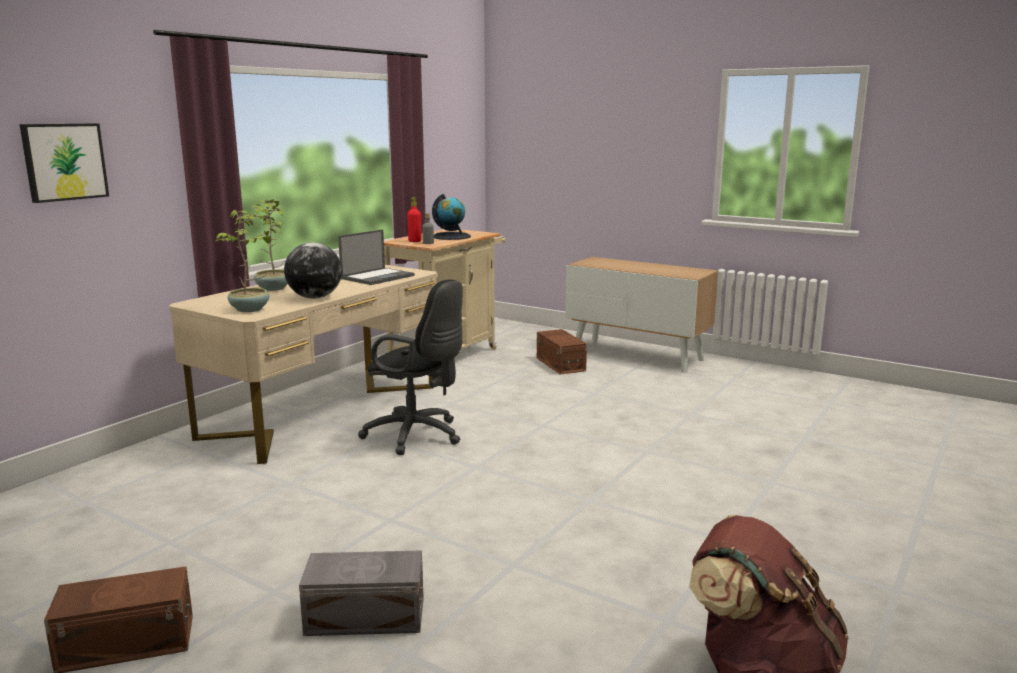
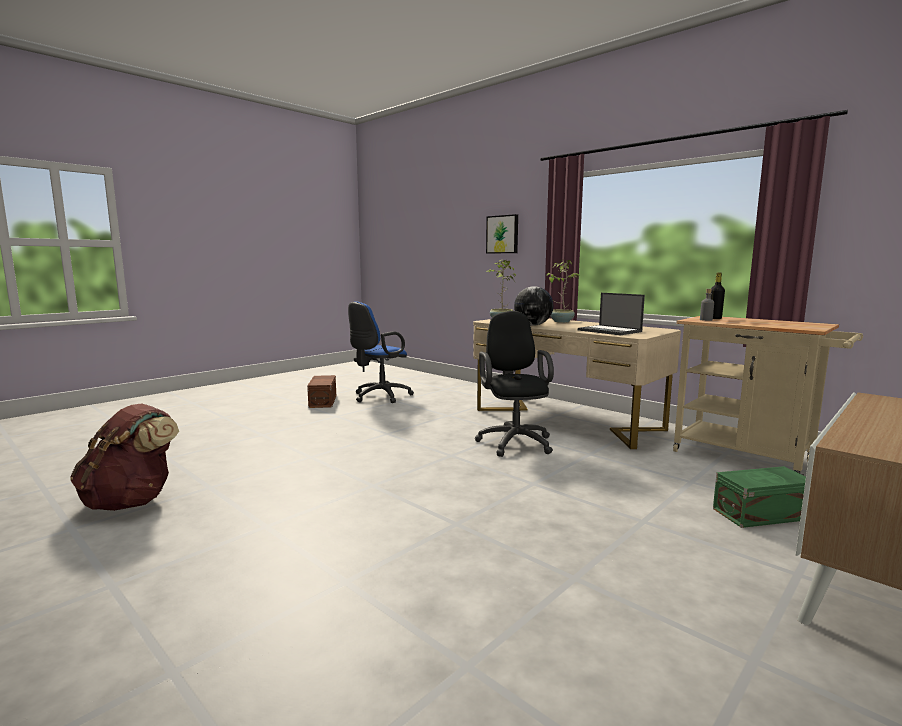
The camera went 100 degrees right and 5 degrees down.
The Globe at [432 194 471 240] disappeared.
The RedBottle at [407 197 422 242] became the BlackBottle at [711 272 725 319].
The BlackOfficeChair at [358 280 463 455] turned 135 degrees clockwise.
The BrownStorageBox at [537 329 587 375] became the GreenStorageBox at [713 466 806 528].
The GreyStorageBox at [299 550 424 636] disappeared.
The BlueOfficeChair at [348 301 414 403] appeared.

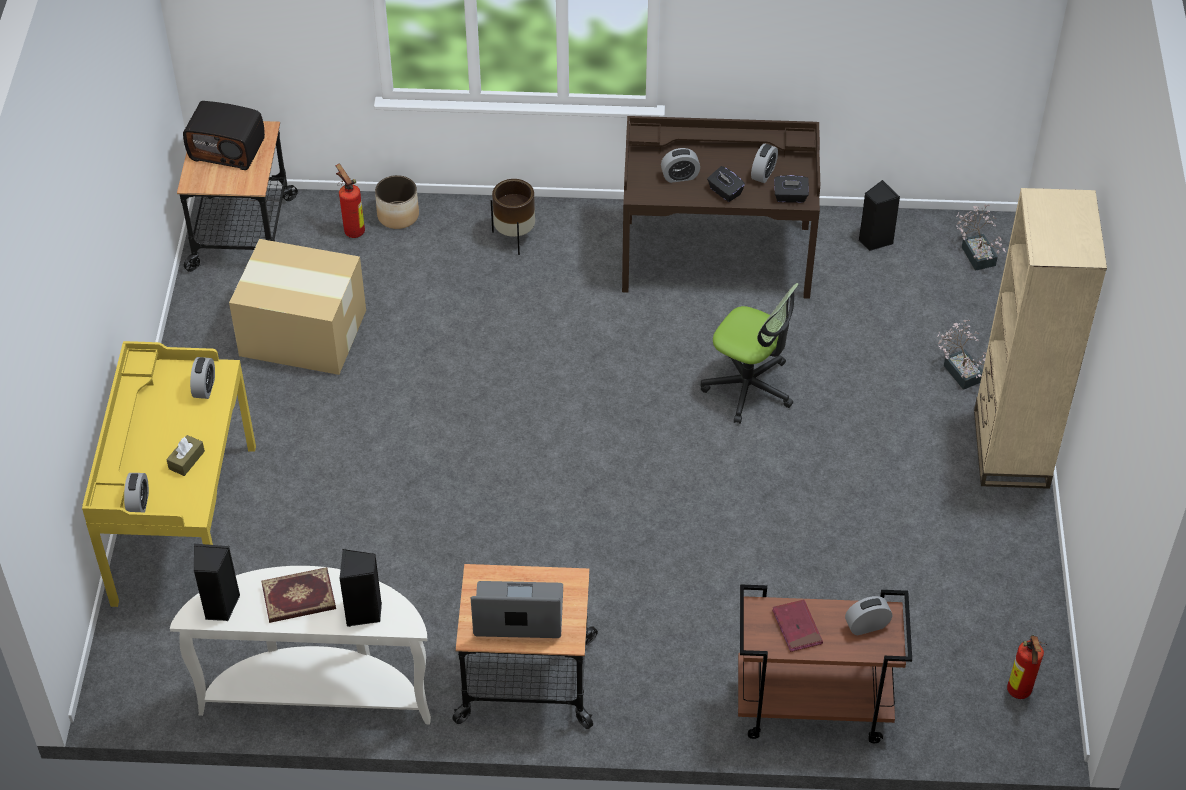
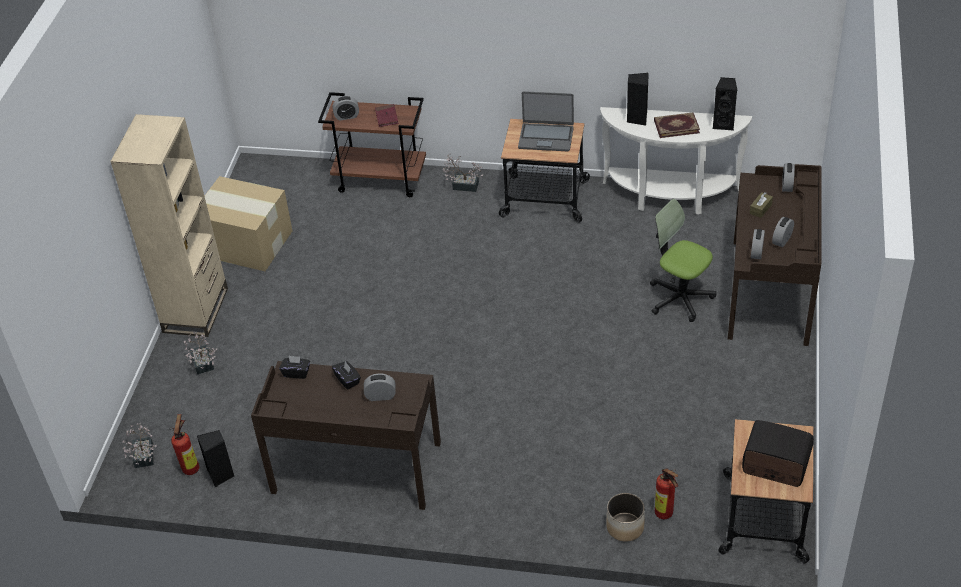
The camera went 170 degrees left and 5 degrees down.
The AlarmClock moved from [751 144 778 183] to [772 217 794 247].
The BrownPlanter at [491 179 535 255] disappeared.
The CardboardBox moved from [229 239 366 375] to [205 176 292 271].
The OfficeChair moved from [701 283 799 424] to [650 199 716 322].
The YellowDesk at [82 341 256 607] became the BrownDesk at [728 164 821 346].
The FireExtinguisher moved from [1007 635 1047 699] to [171 414 199 475].
The PottedPlant at [443 153 483 192] appeared.

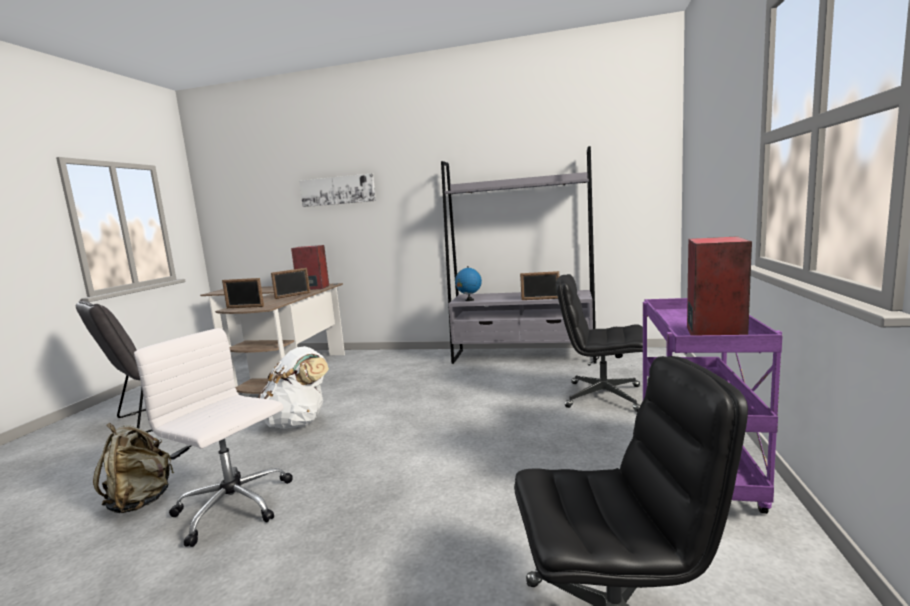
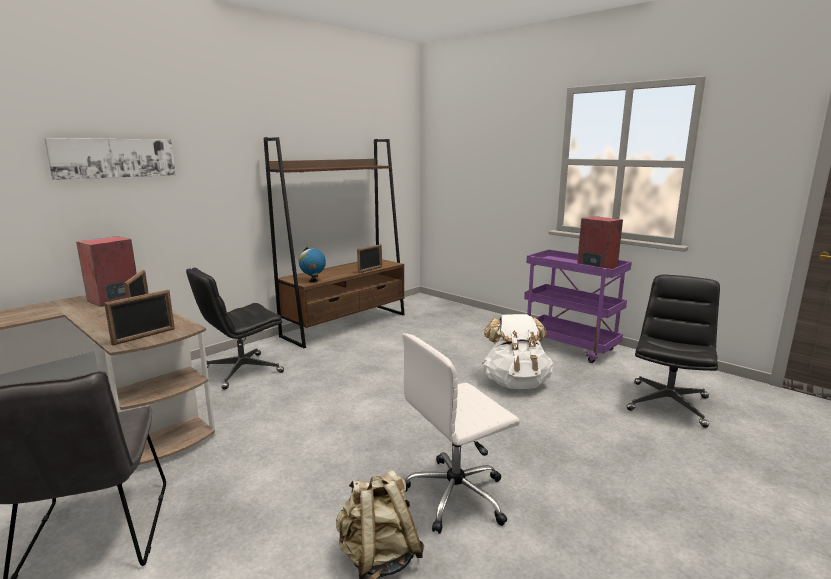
The camera went 60 degrees left and 5 degrees up.
The GreyBookcase at [441 146 597 364] became the BrownBookcase at [264 137 405 348].
The BlackOfficeChair moved from [556 274 643 412] to [186 268 284 390].
The WhiteBackpack moved from [258 346 329 429] to [482 314 553 389].

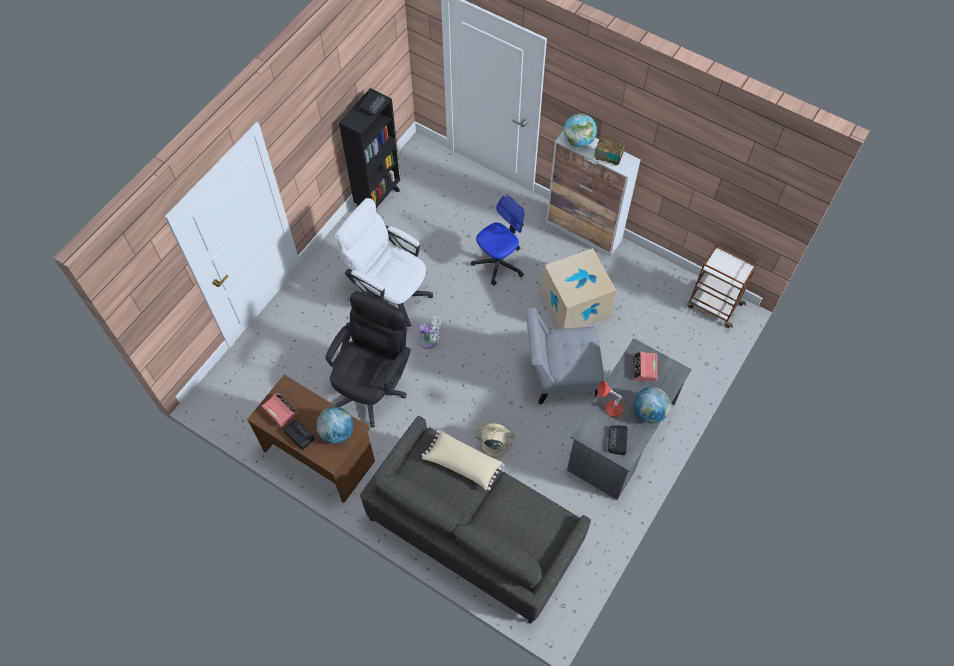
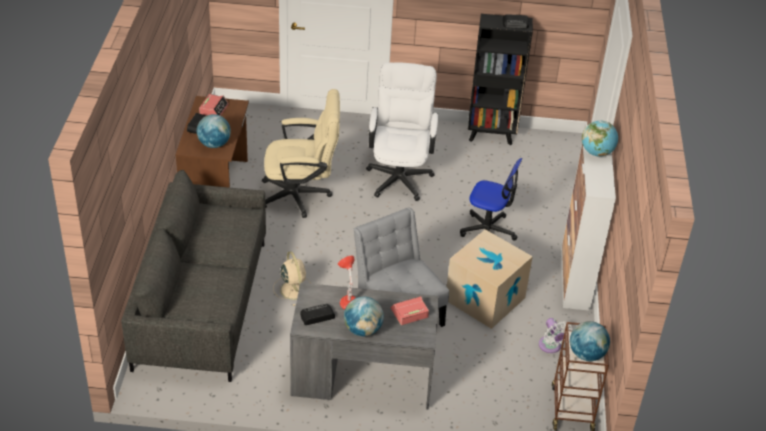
The camera went 60 degrees right and 20 degrees down.
The Radio at [594 136 624 166] disappeared.
The BlackOfficeChair at [326 291 411 428] became the BeigeOfficeChair at [262 89 340 218].
The WhiteFan moved from [418 316 441 349] to [539 318 572 353].
The BeigePillow at [422 430 505 490] disappeared.
The Globe at [570 321 610 361] appeared.

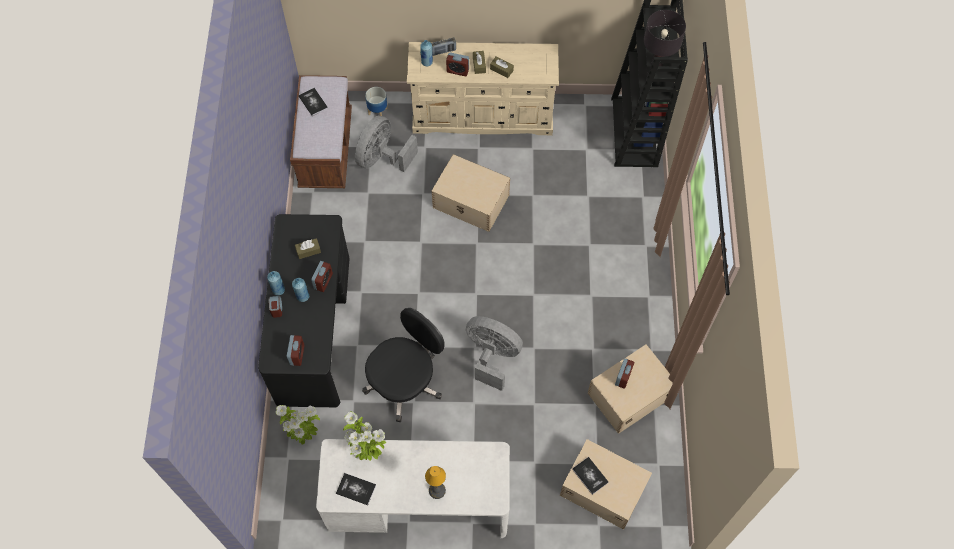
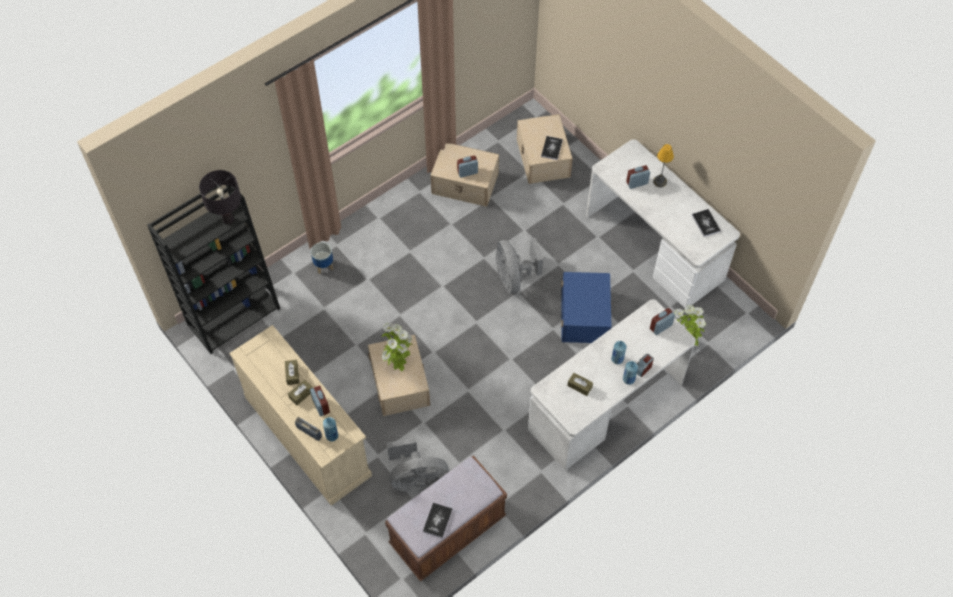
The camera went 130 degrees left and 5 degrees down.
The Planter moved from [365 87 388 116] to [311 242 333 274].
The BlackDesk at [258 214 350 407] became the WhiteDesk at [528 299 696 470].
The AlarmClock moved from [311 261 333 292] to [626 165 650 189].
The BlackOfficeChair at [362 308 444 422] was replaced by the BlueStorageBox at [561 272 612 343].
The PottedPlant moved from [343 411 386 461] to [382 323 413 371].

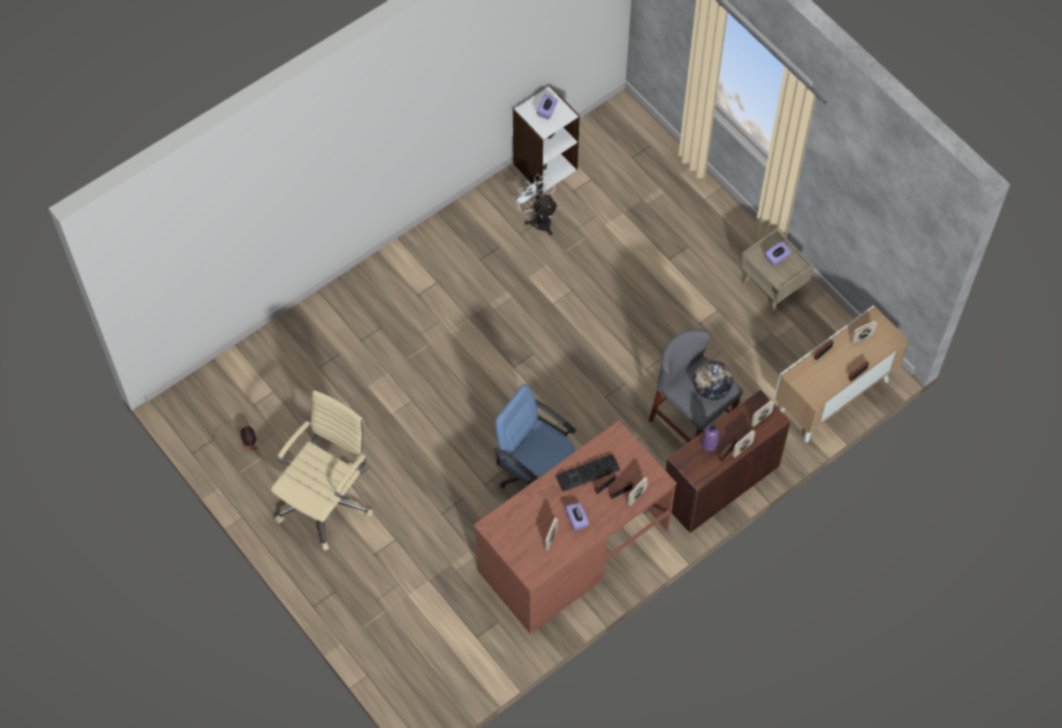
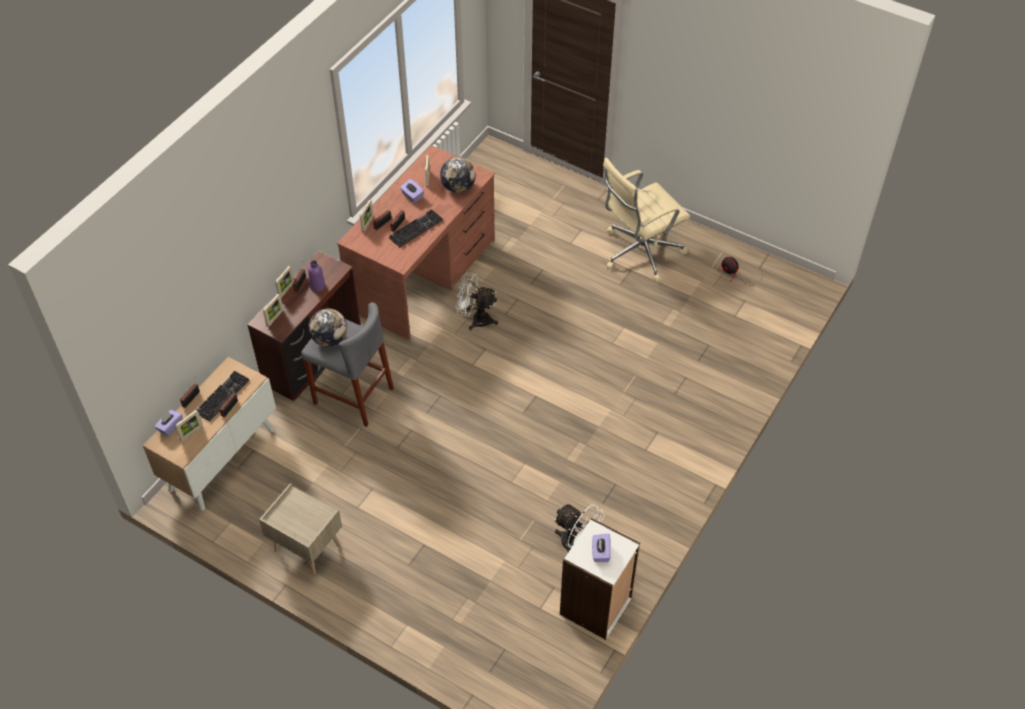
The camera went 160 degrees right and 10 degrees down.
The PurpleTissueBox moved from [765 241 791 266] to [155 410 182 437].
The BlueOfficeChair at [494 384 576 488] was replaced by the WhiteFan at [456 273 498 330].
The BeigeOfficeChair at [271 390 373 551] turned 45 degrees clockwise.
The Globe at [440 157 476 193] appeared.
The Keyboard at [196 371 249 421] appeared.

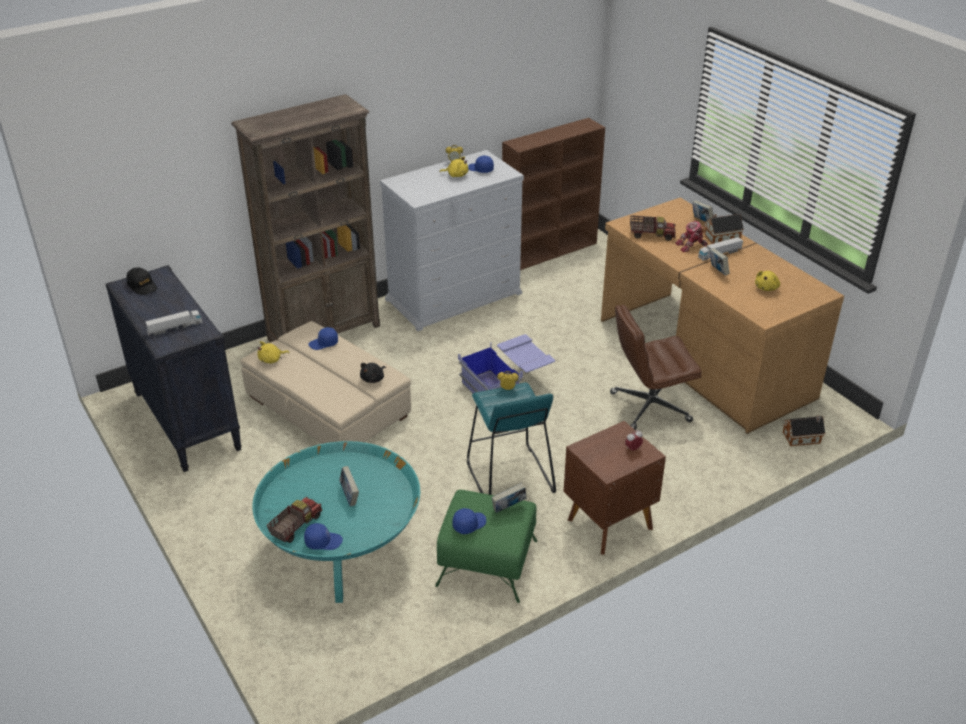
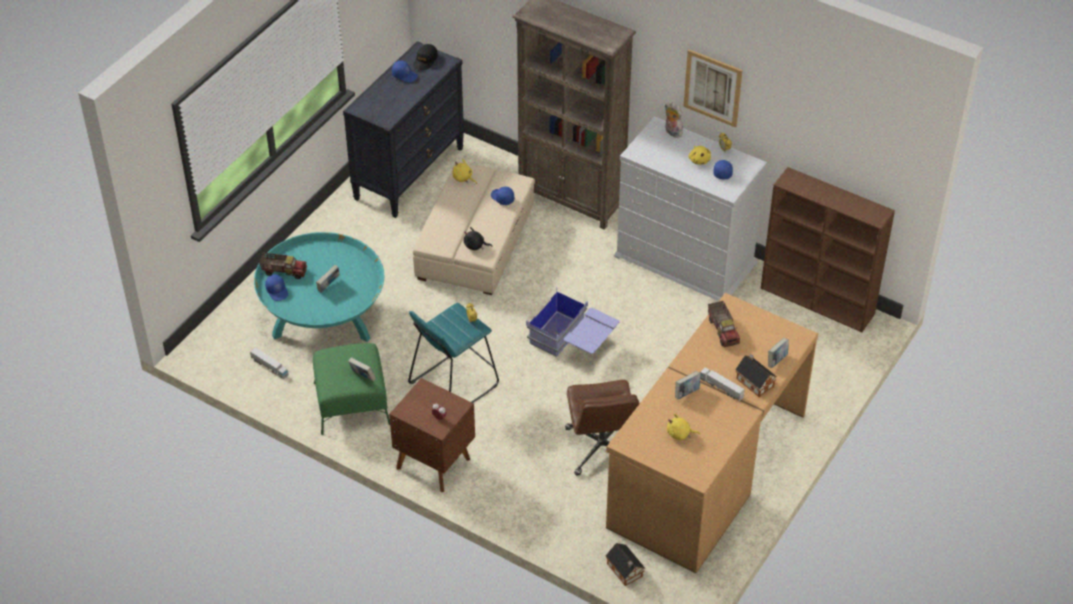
The camera went 65 degrees right and 10 degrees up.
The ToyRobot at [675 221 707 252] disappeared.
The BrownOfficeChair at [610 305 702 430] turned 150 degrees counterclockwise.
The ToyTruck moved from [145 310 202 336] to [250 348 289 379].
The BlueCap moved from [452 508 486 534] to [392 61 418 82].
The Picture at [683 49 743 128] appeared.
The PlushToy at [665 102 683 138] appeared.

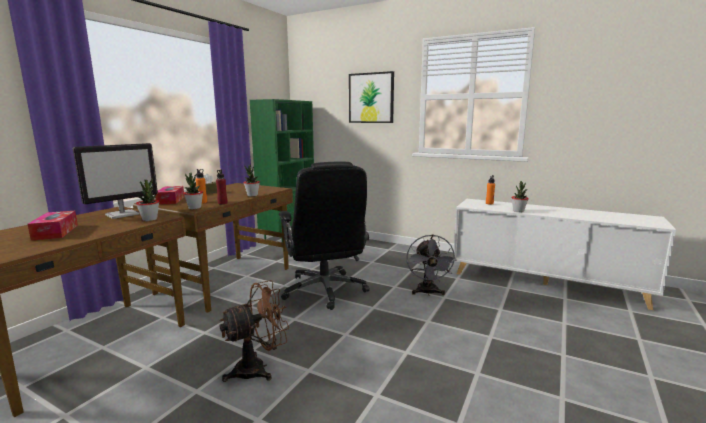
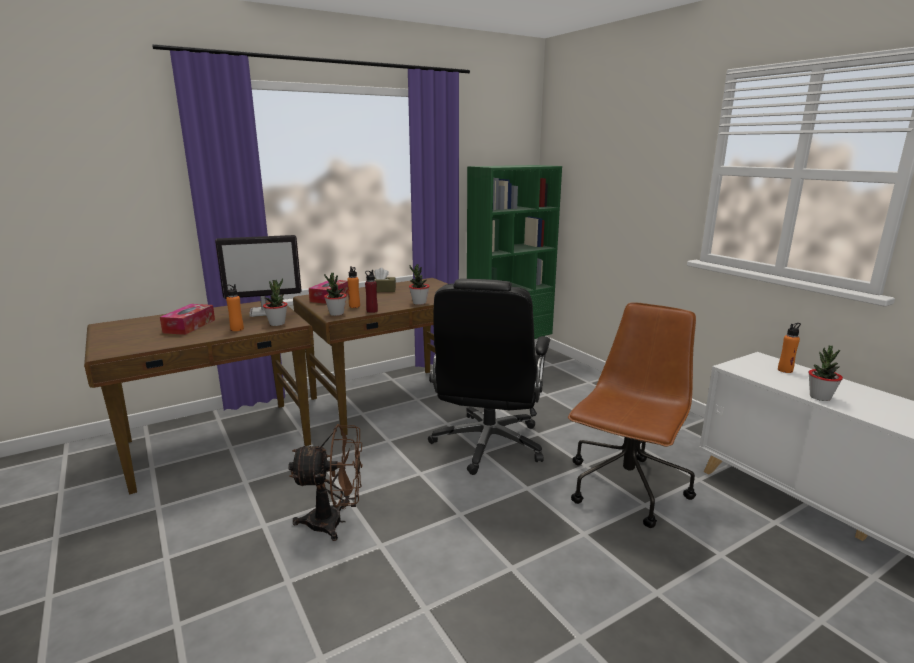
The camera went 30 degrees right and 5 degrees up.
The Picture at [349 71 394 123] disappeared.
The GreyFan at [406 234 457 295] was replaced by the BrownOfficeChair at [568 302 696 528].
The OrangeBottle at [224 284 244 331] appeared.

